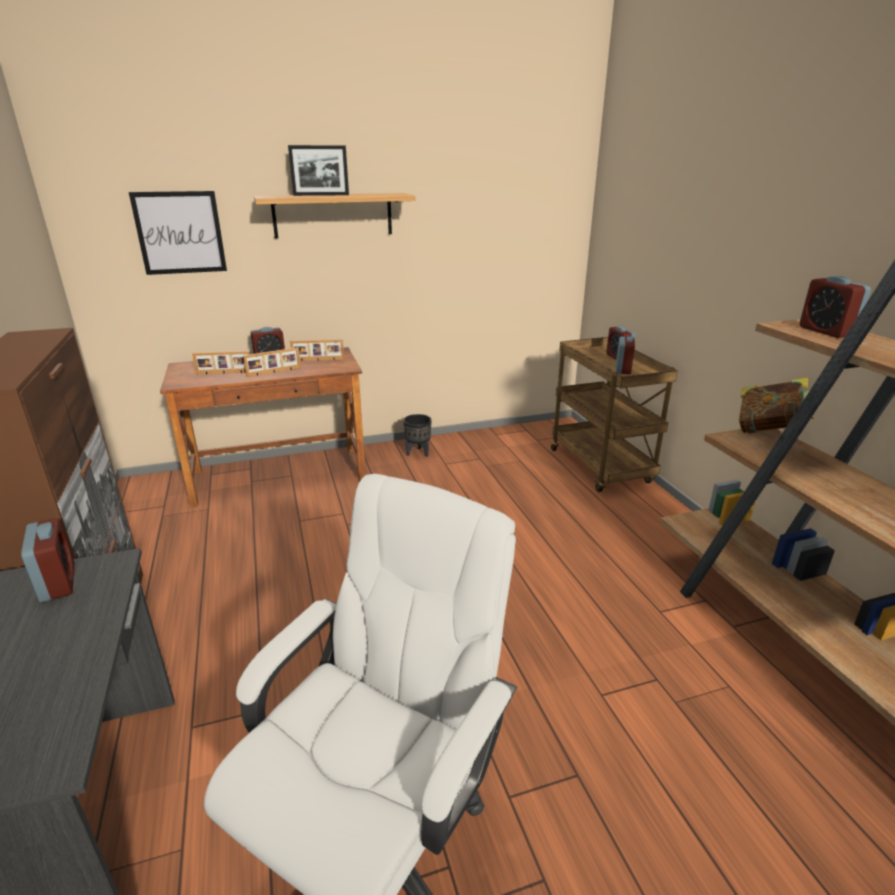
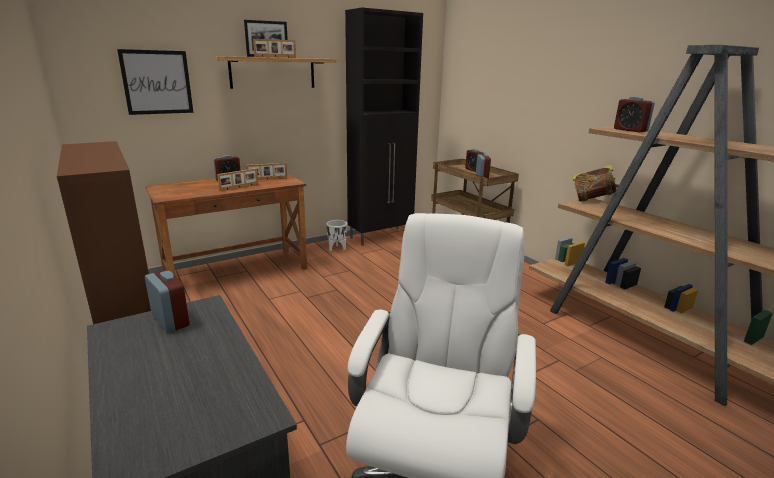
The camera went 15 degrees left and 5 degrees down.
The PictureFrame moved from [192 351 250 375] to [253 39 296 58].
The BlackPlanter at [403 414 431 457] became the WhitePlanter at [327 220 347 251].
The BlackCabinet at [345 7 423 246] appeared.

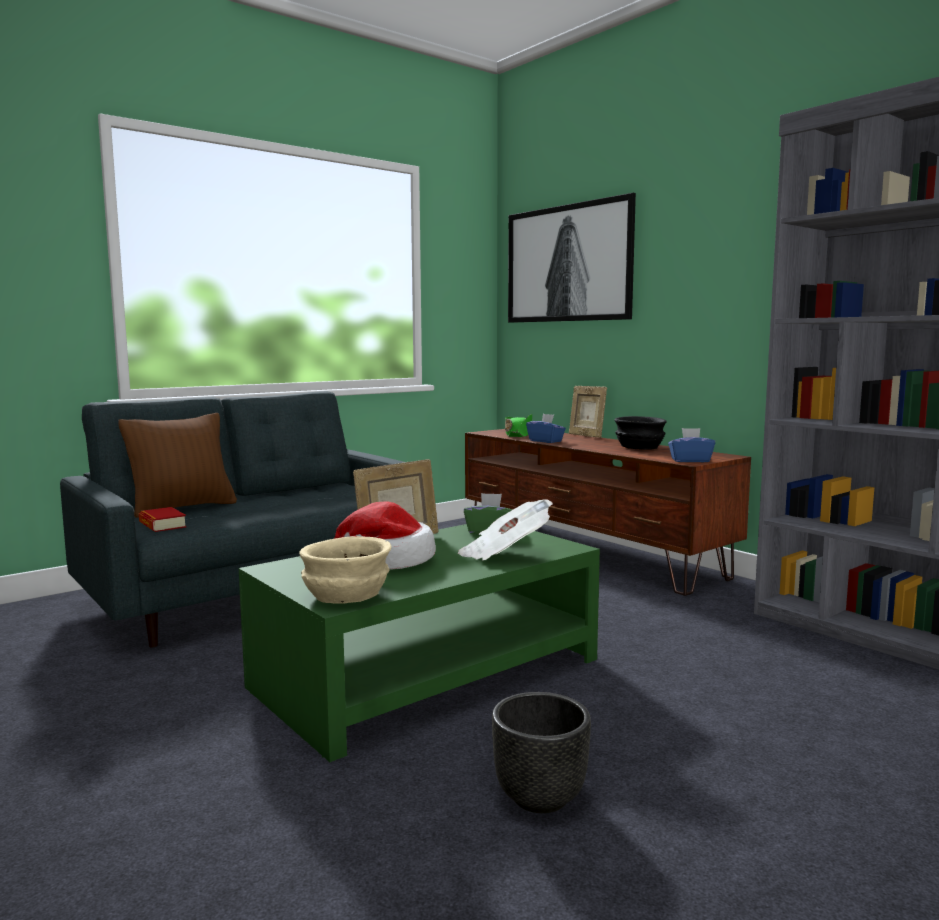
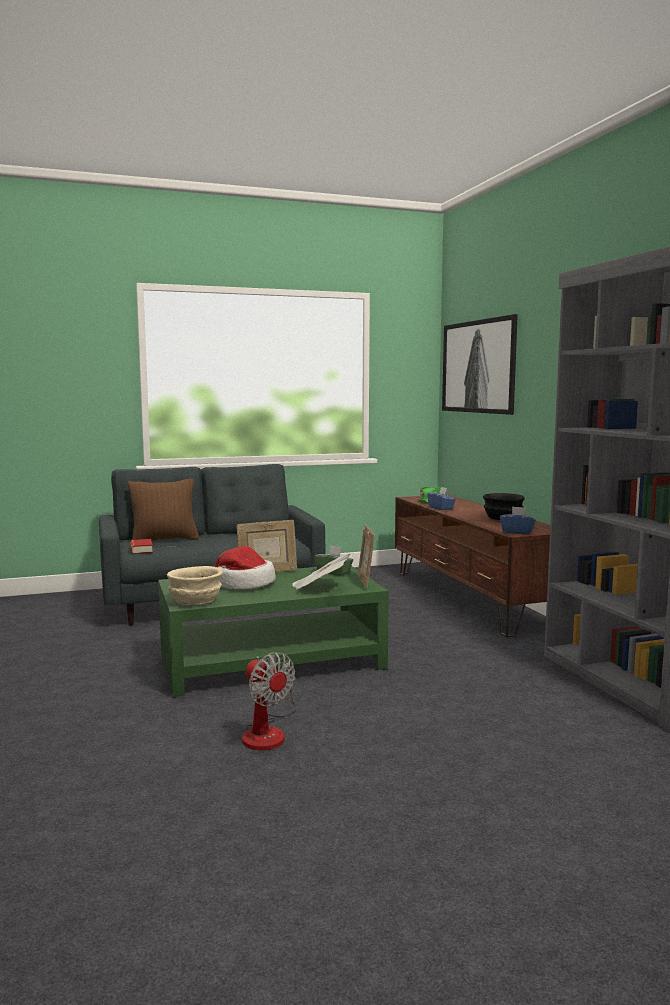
The camera went 20 degrees right and 0 degrees up.
The PictureFrame moved from [569 386 607 438] to [358 525 375 588].
The BlackPlanter at [492 692 591 813] was replaced by the Fan at [242 652 297 750].

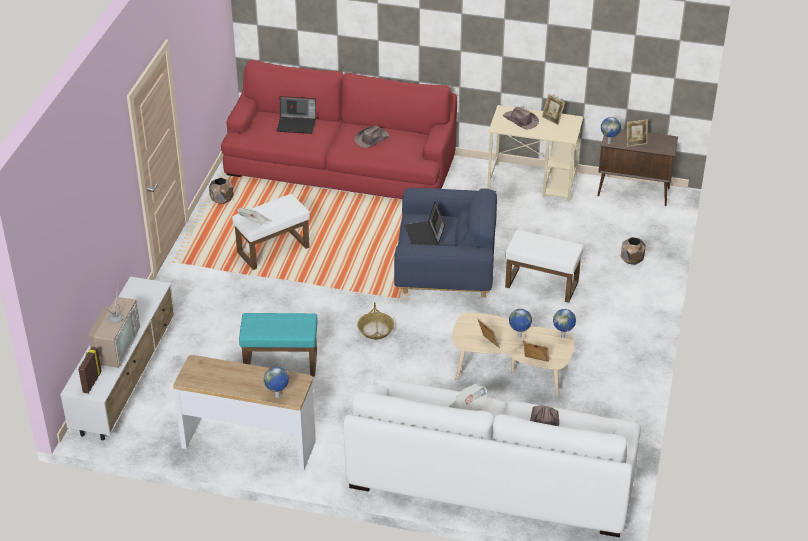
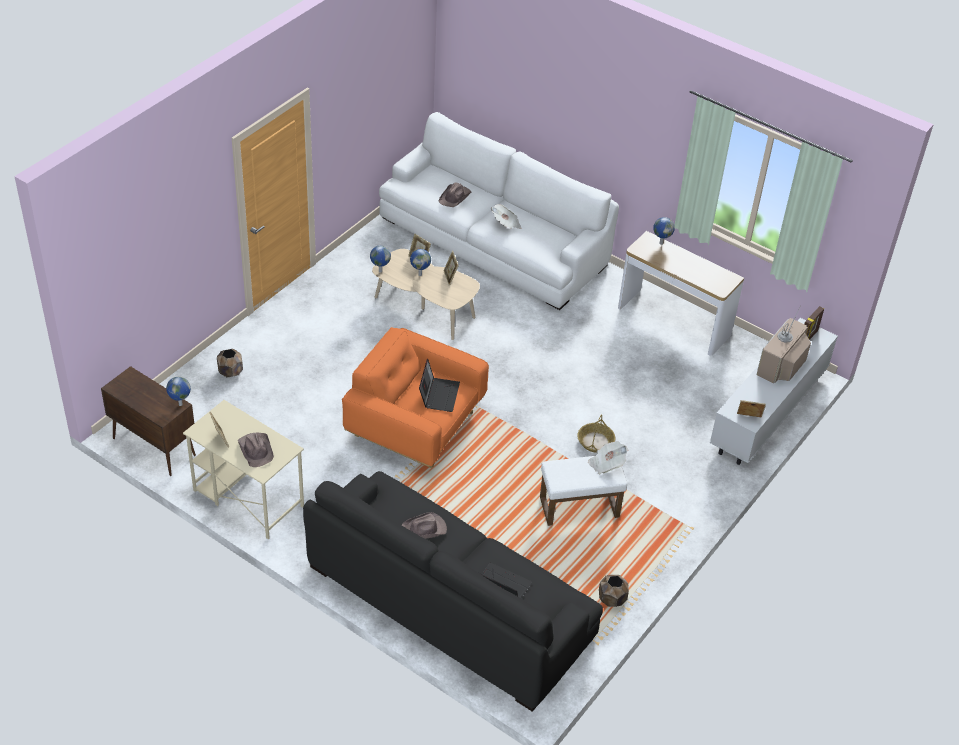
The camera went 160 degrees left and 5 degrees up.
The RedSofa at [221 60 457 199] became the BlackSofa at [303 471 603 712].
The PictureFrame moved from [627 120 647 147] to [737 400 766 417].
The BlueArmchair at [394 188 497 298] became the OrangeArmchair at [342 327 489 468].
The WhiteOttoman at [505 230 584 303] disappeared.
The Basket moved from [357 302 394 339] to [577 414 615 453].
The TurquoiseOttoman at [239 313 318 376] disappeared.

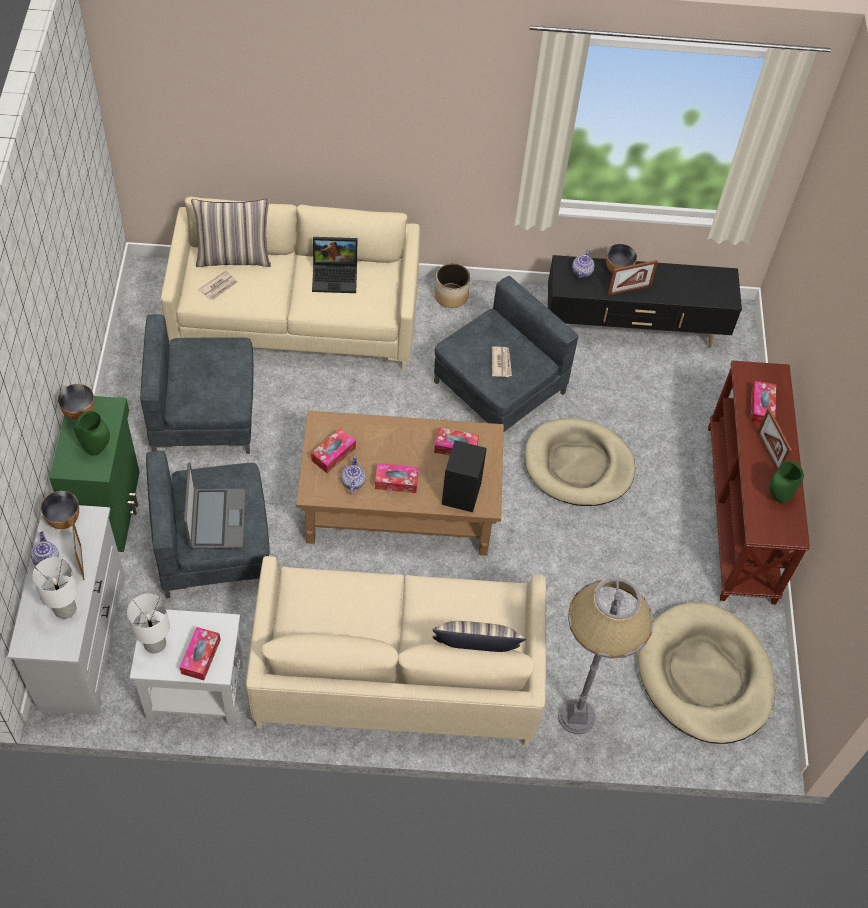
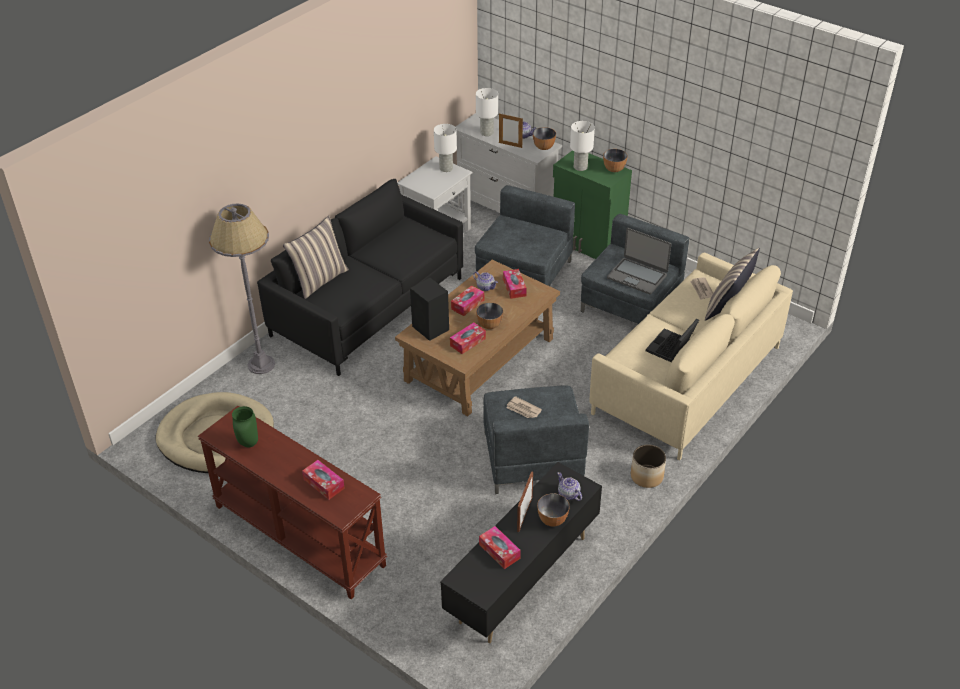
The camera went 130 degrees right and 15 degrees down.
The PictureFrame at [757 408 792 470] disappeared.
The GreenVase at [74 411 110 455] was replaced by the WhiteTableLamp at [570 121 595 171].
The BeigeDogBed at [525 418 635 506] disappeared.
The Laptop moved from [184 462 245 549] to [607 228 671 294].
The BeigeSofa at [246 556 546 746] became the BlackSofa at [257 179 463 376].
The TissueBox moved from [180 627 220 680] to [479 526 521 569].
The Bowl at [476 302 503 329] appeared.

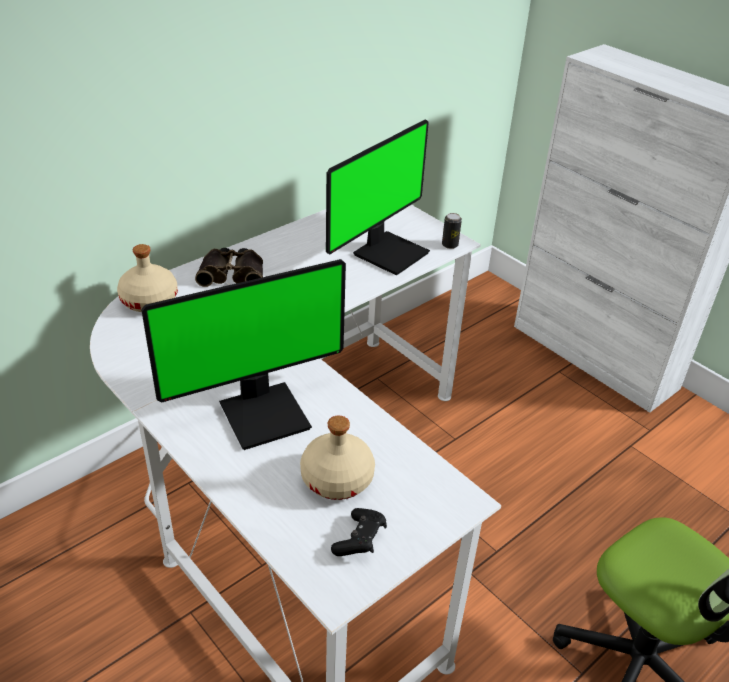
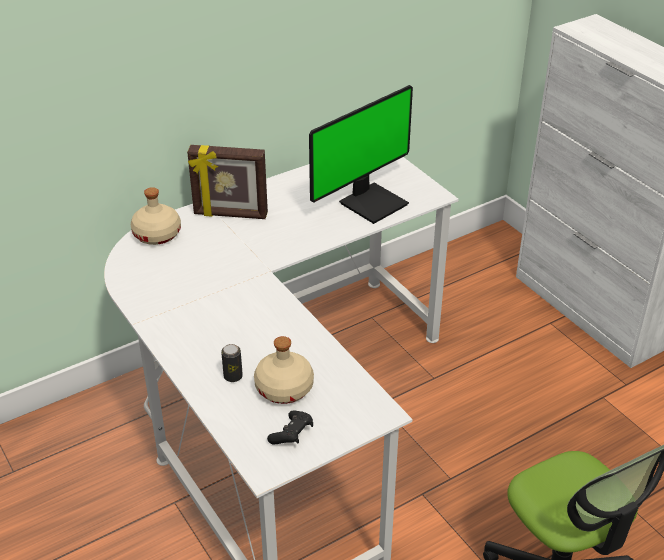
The camera went 10 degrees right and 0 degrees up.
The Can moved from [442 213 462 249] to [221 344 243 382].
The Binoculars at [195 248 263 287] was replaced by the PictureFrame at [187 145 268 219].
The Monitor at [141 259 346 450] disappeared.

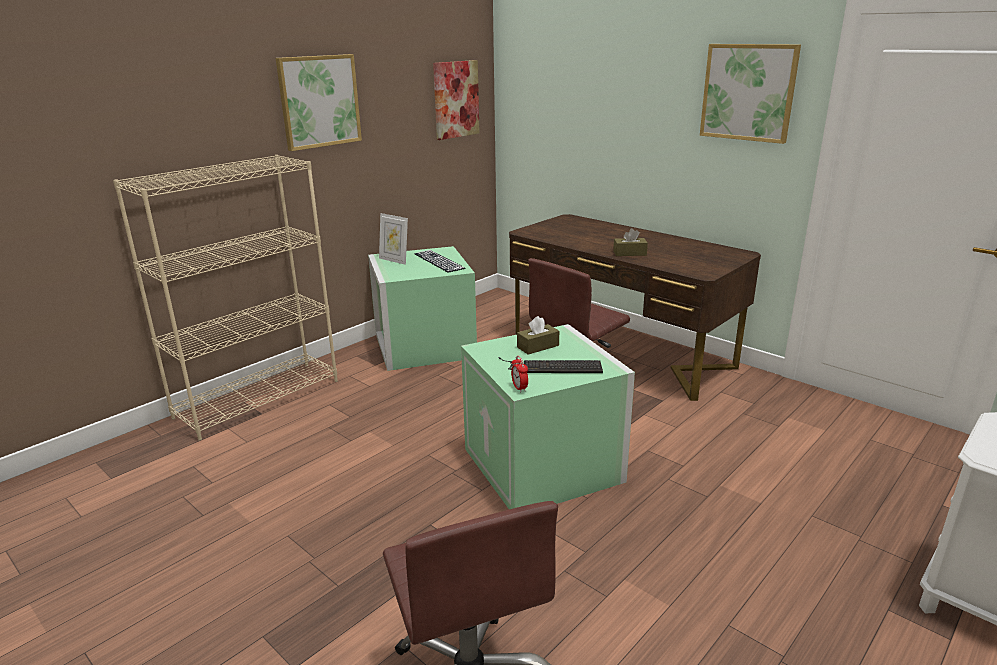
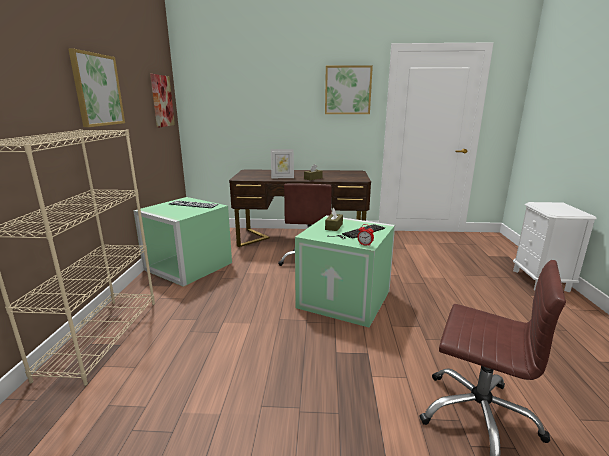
The camera went 40 degrees left and 5 degrees down.
The PictureFrame moved from [379 213 408 265] to [271 149 294 178].

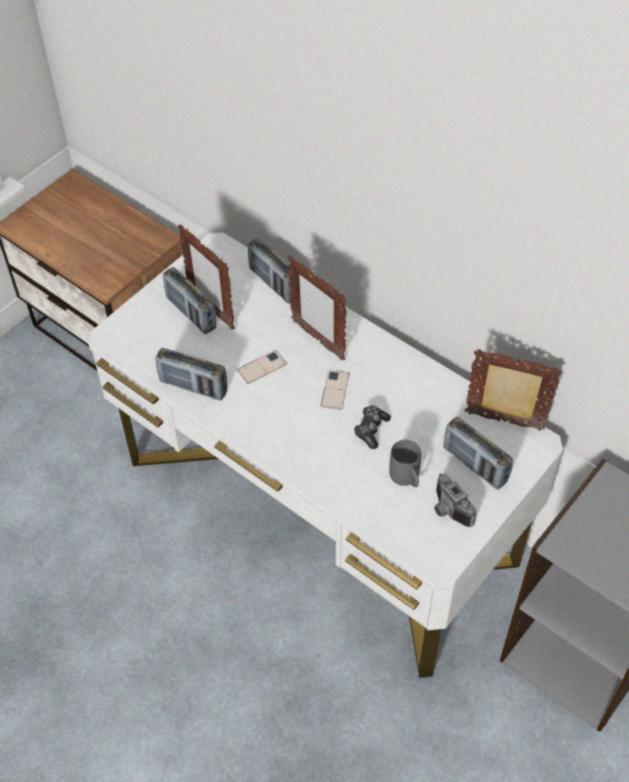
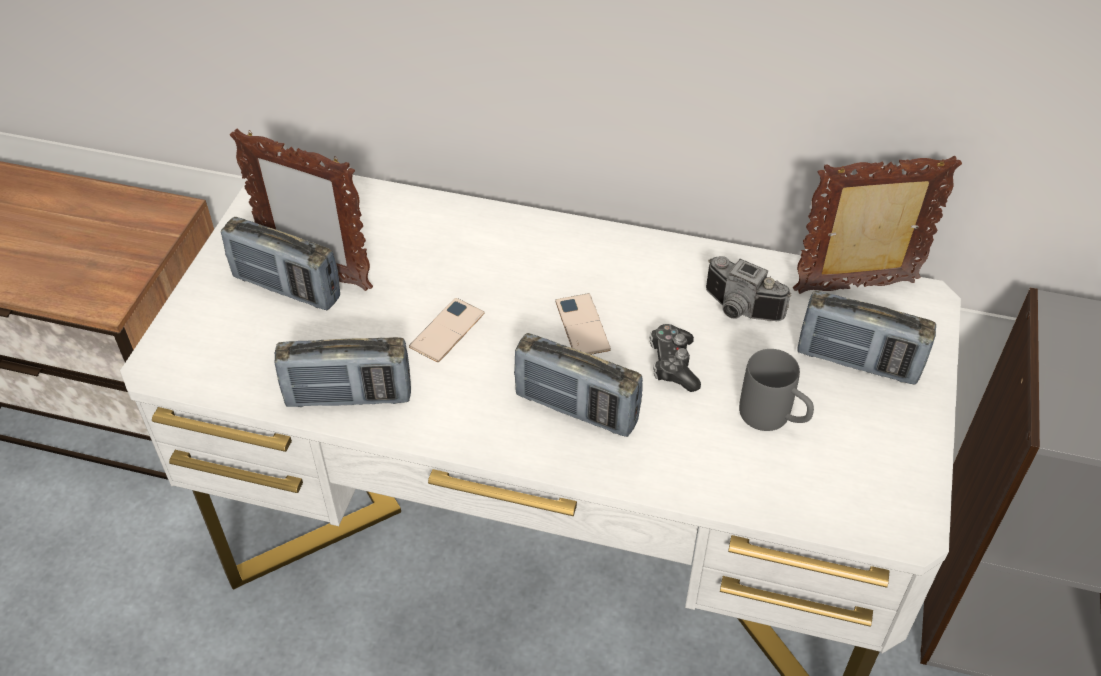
The camera went 25 degrees left and 5 degrees down.
The Radio moved from [248 238 291 304] to [514 333 643 437].
The PictureFrame at [287 256 347 360] disappeared.
The PhotoCamera moved from [435 474 477 527] to [706 256 791 321].

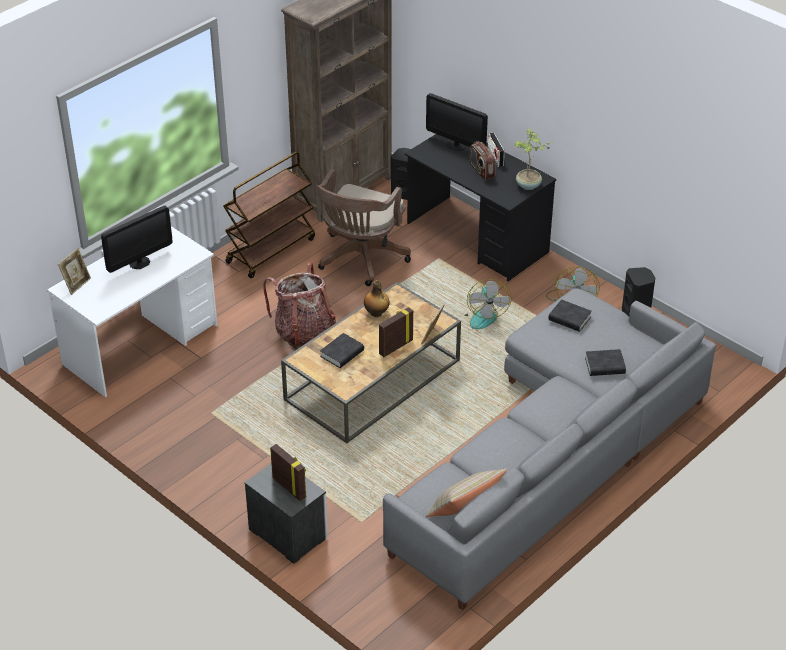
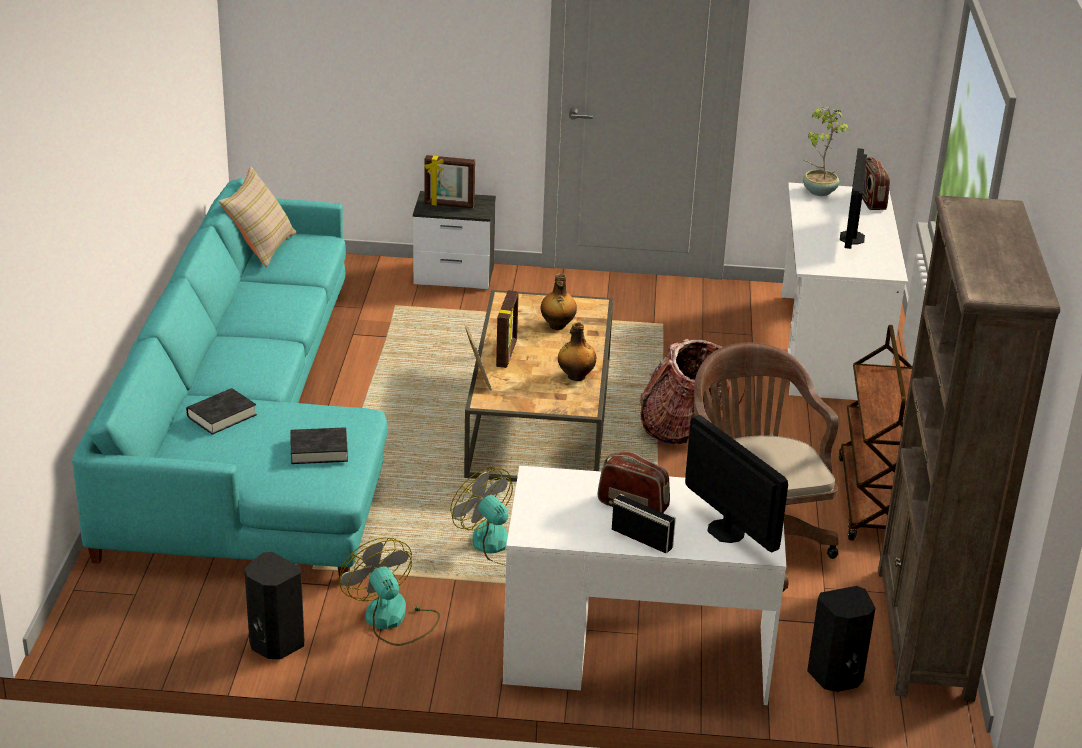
The camera went 140 degrees right and 10 degrees down.
The Monitor at [426 93 488 151] turned 60 degrees clockwise.
The PottedPlant moved from [514 128 552 190] to [803 107 850 196].
The BlackDesk at [405 134 556 281] became the WhiteDesk at [503 466 786 705].
The PictureFrame at [58 248 91 295] was replaced by the Radio at [862 157 890 210].
The GreySofa at [383 288 716 610] became the TurquoiseSofa at [72 178 388 578].
The BlackBook at [320 333 364 368] was replaced by the Bottle at [541 273 577 330].

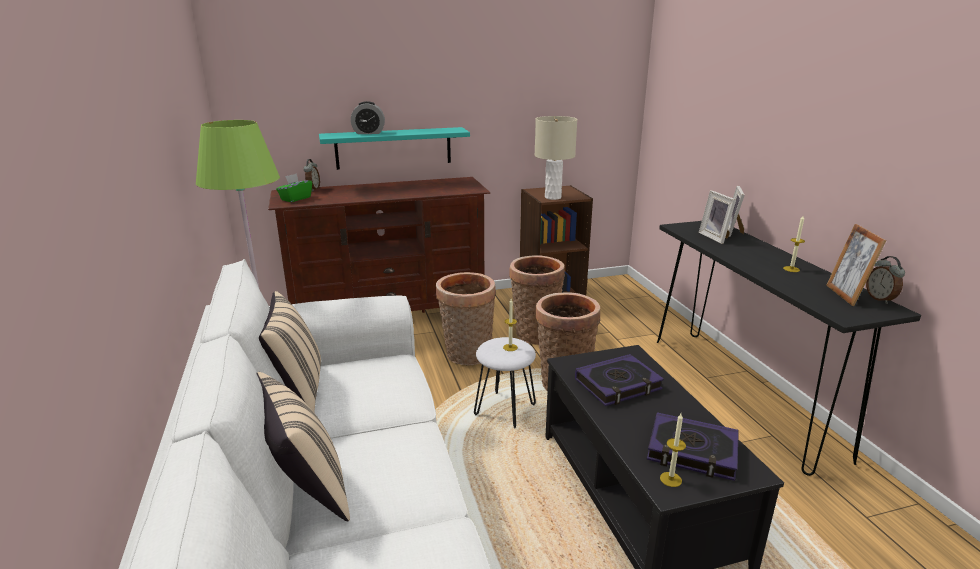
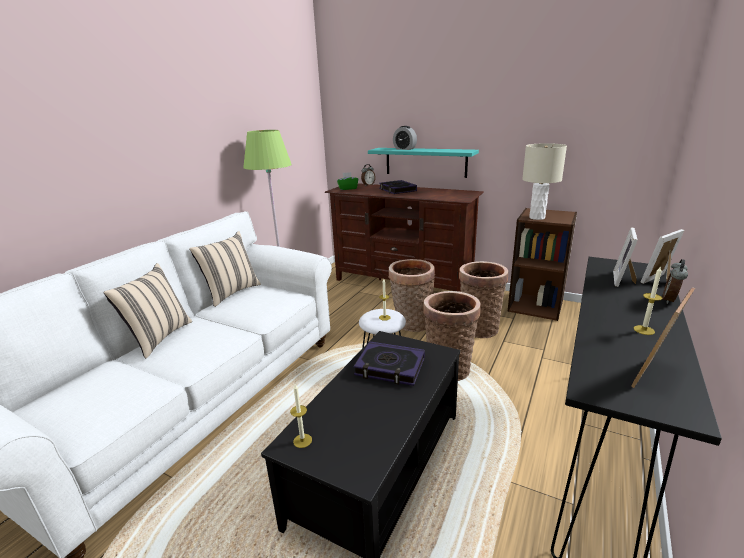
The camera went 45 degrees right and 0 degrees up.
The AlarmClock moved from [866 256 905 304] to [662 259 688 304].
The Book moved from [647 412 739 481] to [379 180 417 194].

